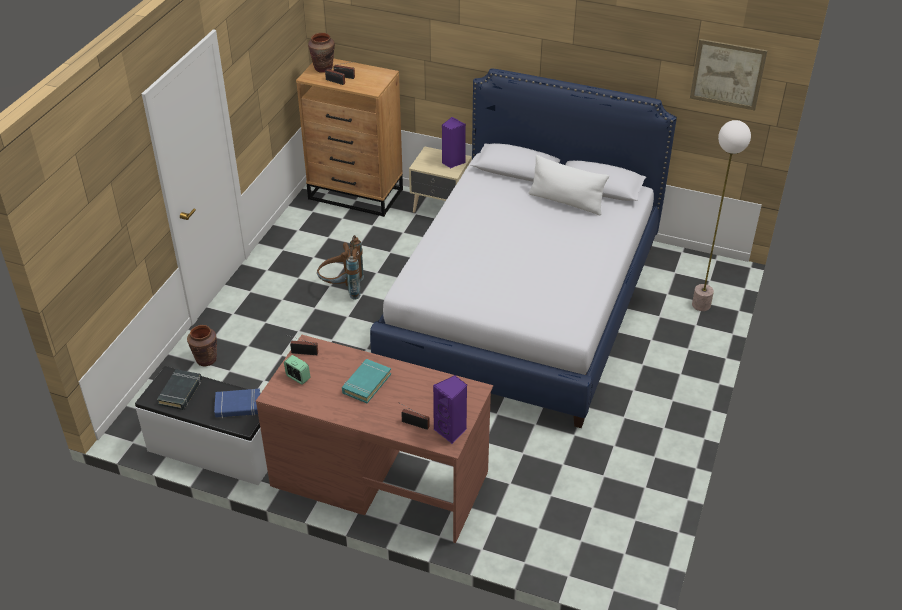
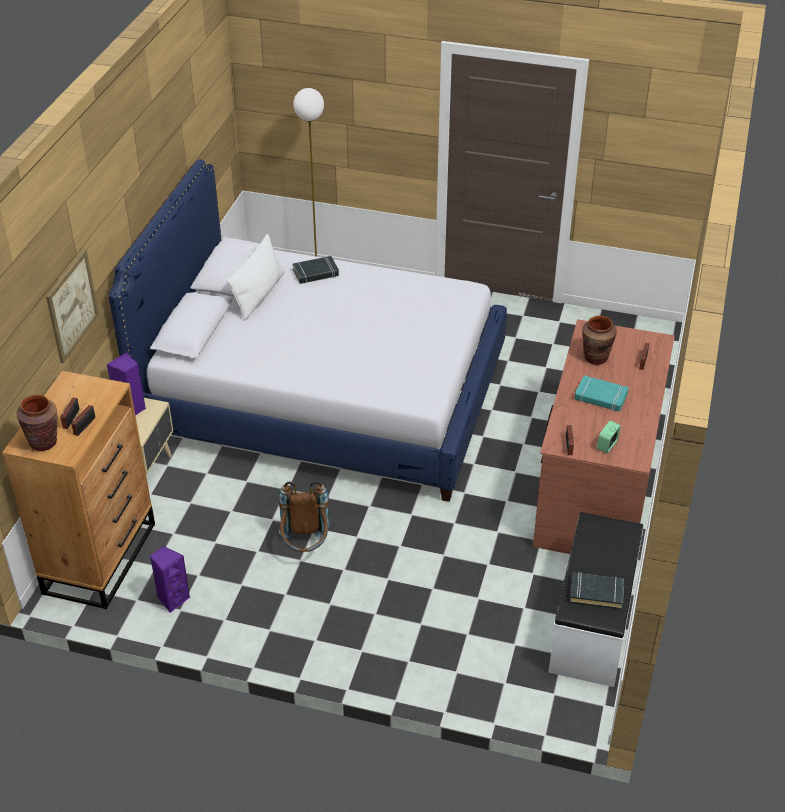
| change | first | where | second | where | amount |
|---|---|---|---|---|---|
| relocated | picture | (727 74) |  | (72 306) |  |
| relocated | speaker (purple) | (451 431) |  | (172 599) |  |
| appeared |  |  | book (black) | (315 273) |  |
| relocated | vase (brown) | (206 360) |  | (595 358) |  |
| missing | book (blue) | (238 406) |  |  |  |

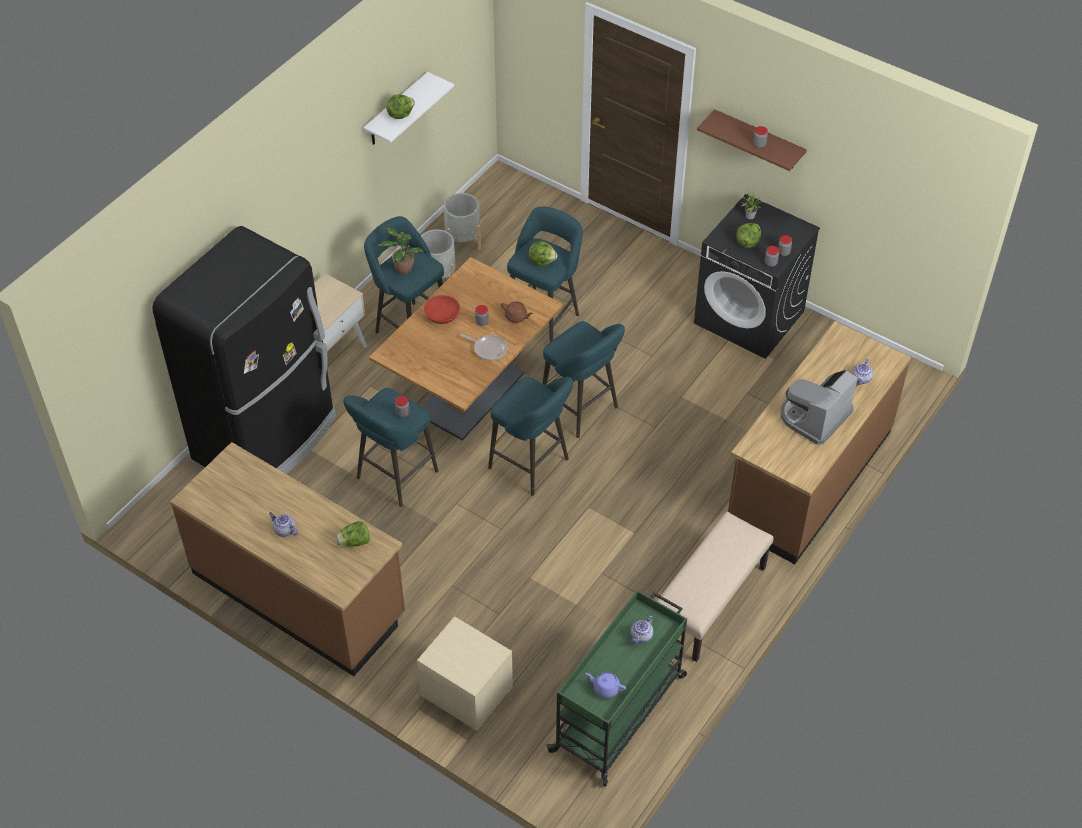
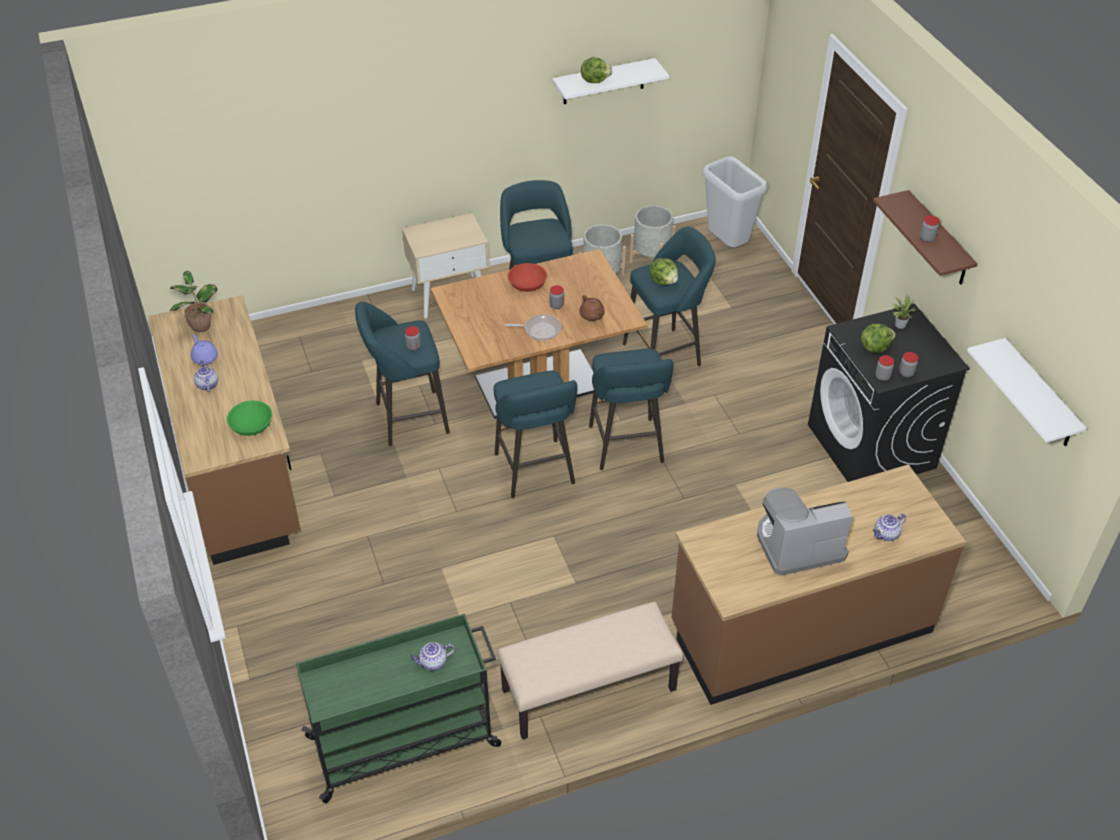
| change | first | where | second | where | amount |
|---|---|---|---|---|---|
| relocated | potted plant | (402 268) |  | (200 325) |  |
| relocated | teapot (purple) | (605 688) |  | (205 358) |  |
| exchanged | lettuce | (354 542) | bowl (green) | (251 425) |  |
| spun | frying pan | (488 349) |  | (540 330) | 60 degrees counterclockwise |
| appeared |  |  | trash can (grey) | (728 245) |  |
| appeared |  |  | shelf (white) | (1039 395) |  |
| missing | fridge (black) | (267 438) |  |  |  |
| missing | nightstand (beige) | (465 692) |  |  |  |

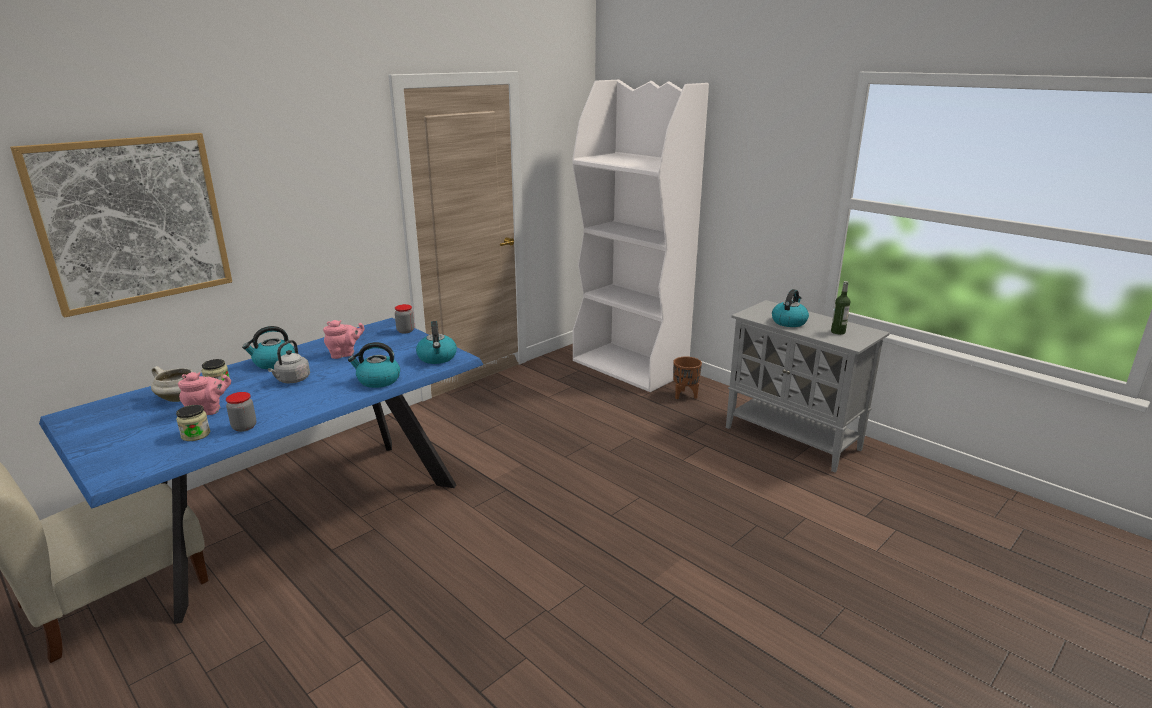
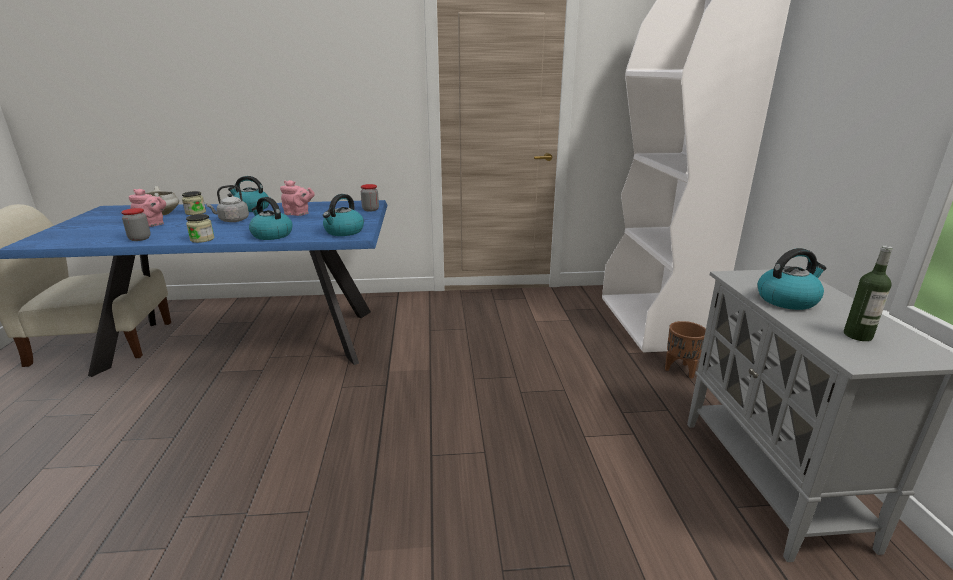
| change | first | where | second | where | amount |
|---|---|---|---|---|---|
| relocated | jar | (195 435) |  | (202 239) |  |
| missing | picture | (132 221) |  |  |  |

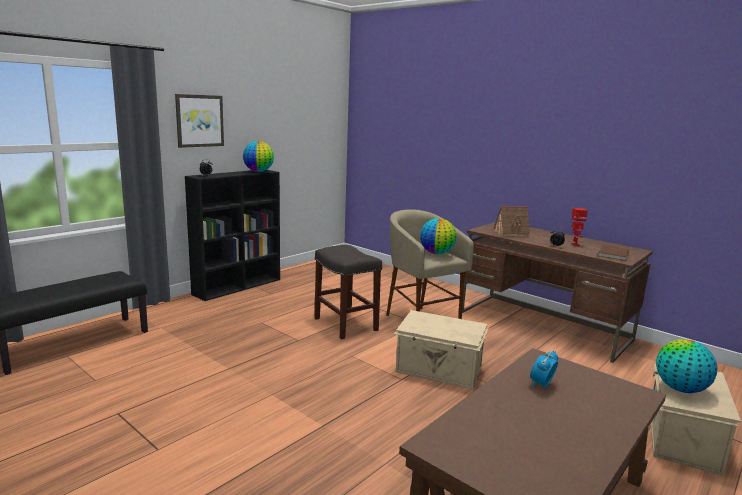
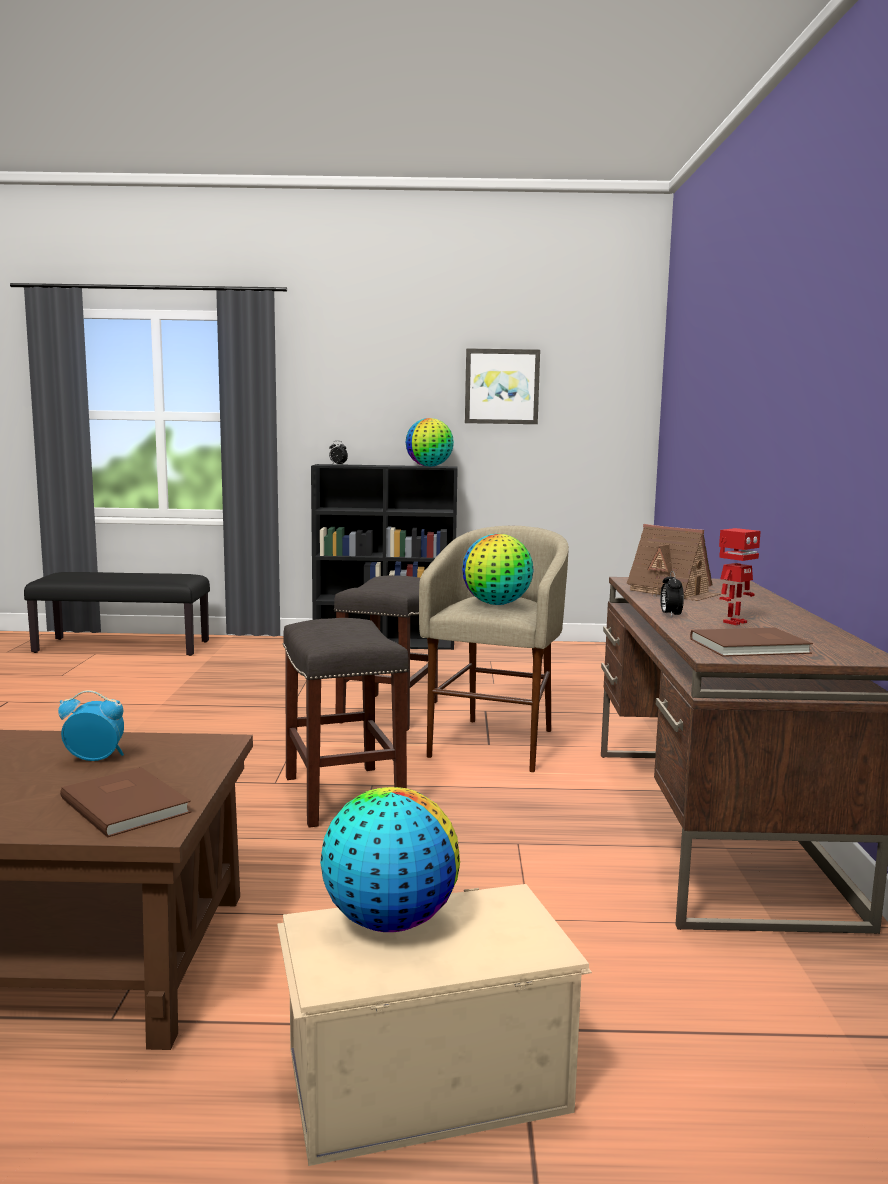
| change | first | where | second | where | amount |
|---|---|---|---|---|---|
| appeared |  |  | book (brown) | (127 804) |  |
| exchanged | storage box (beige) | (439 370) | stool (grey) | (345 796) |  |
| relocated | picture | (199 121) |  | (502 386) |  |

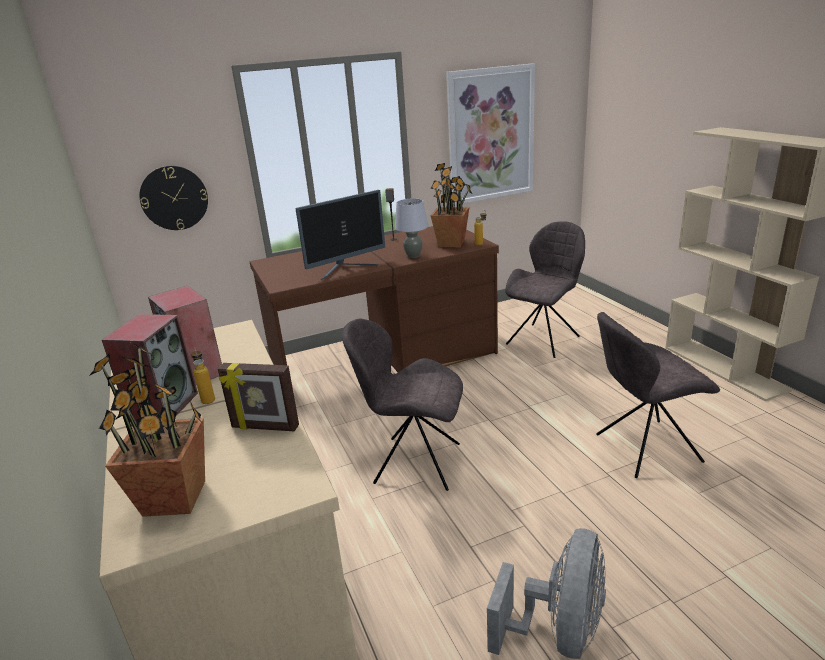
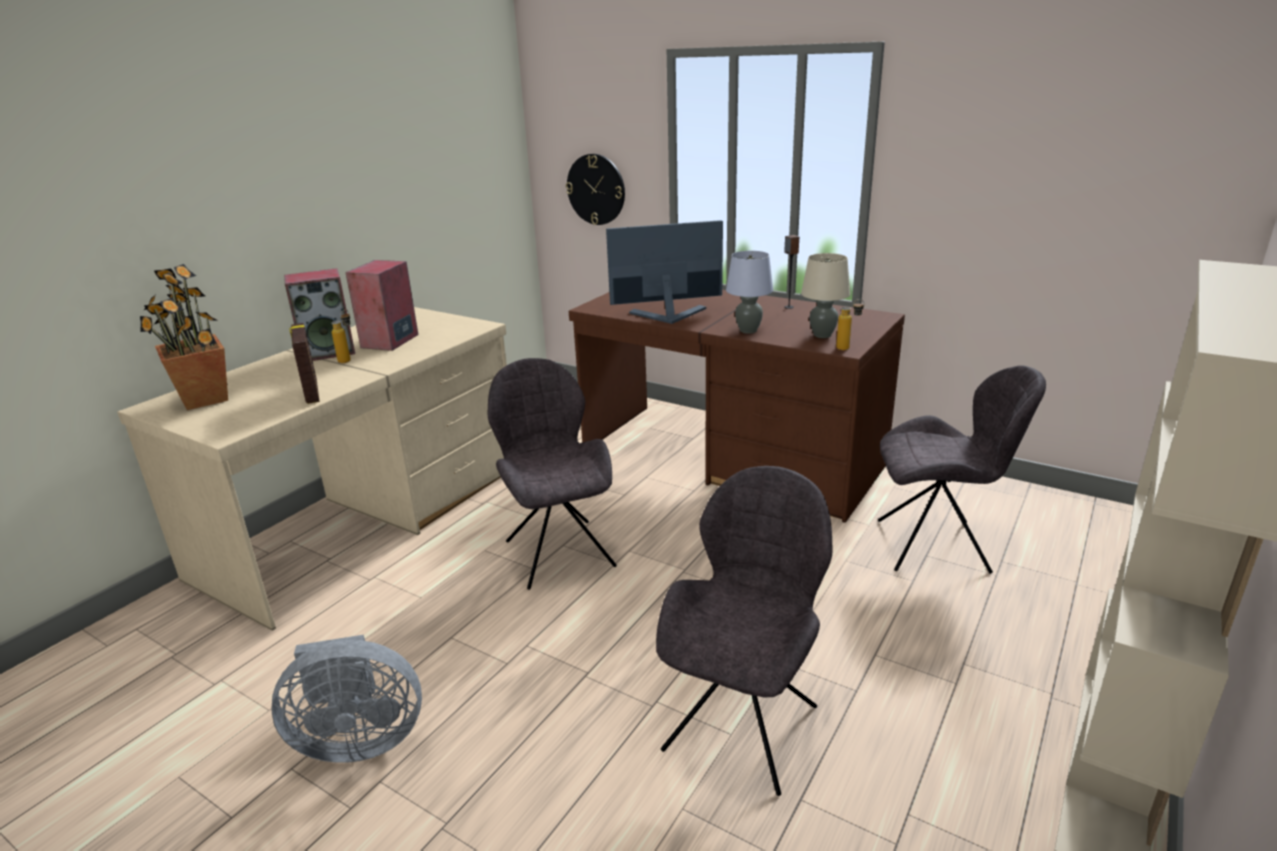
| change | first | where | second | where | amount |
|---|---|---|---|---|---|
| spun | monitor | (346 269) |  | (667 316) | 150 degrees clockwise |
| spun | chair (grey) | (644 449) |  | (743 723) | 75 degrees clockwise |
| exchanged | potted plant | (452 243) | table lamp (beige) | (822 335) |  |
| missing | picture | (491 135) |  |  |  |

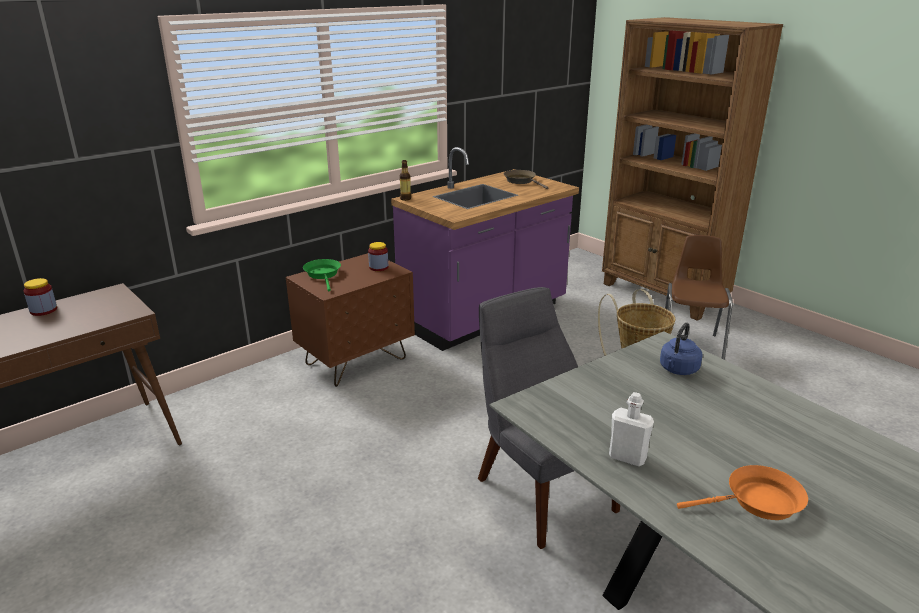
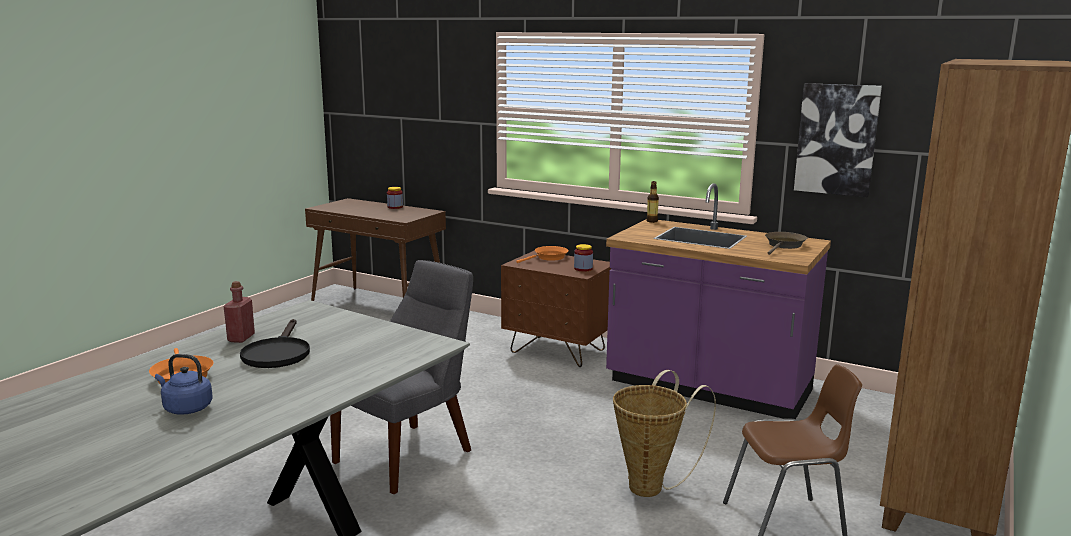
| change | first | where | second | where | amount |
|---|---|---|---|---|---|
| relocated | kettle (blue) | (678 370) |  | (186 408) |  |
| colour | bottle (white) | (627 457) | bottle (red) | (241 338) |  |
| appeared |  |  | frying pan (black) | (277 353) |  |
| colour | frying pan (green) | (323 275) | frying pan (orange) | (548 258) |  |
| appeared |  |  | picture | (836 139) |  |

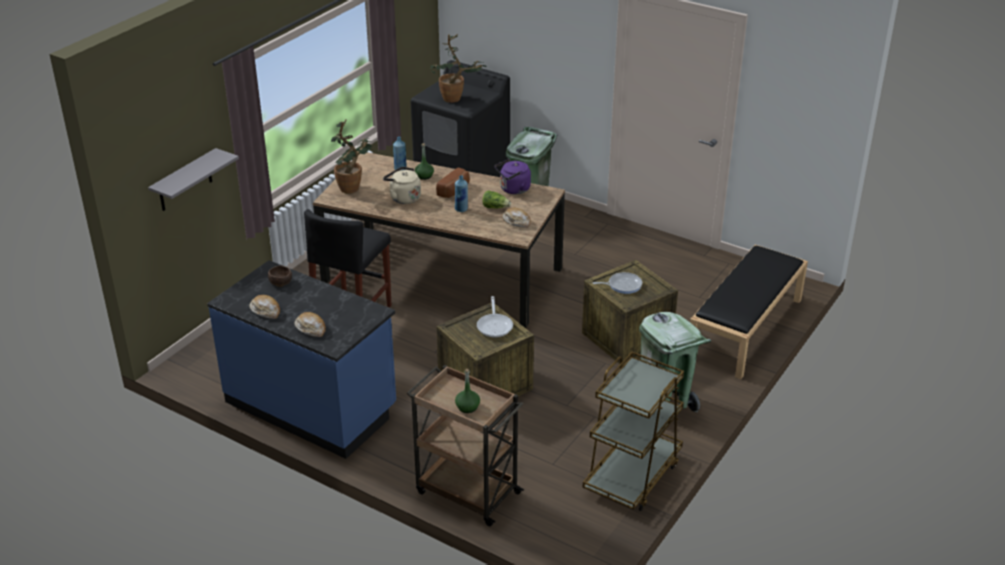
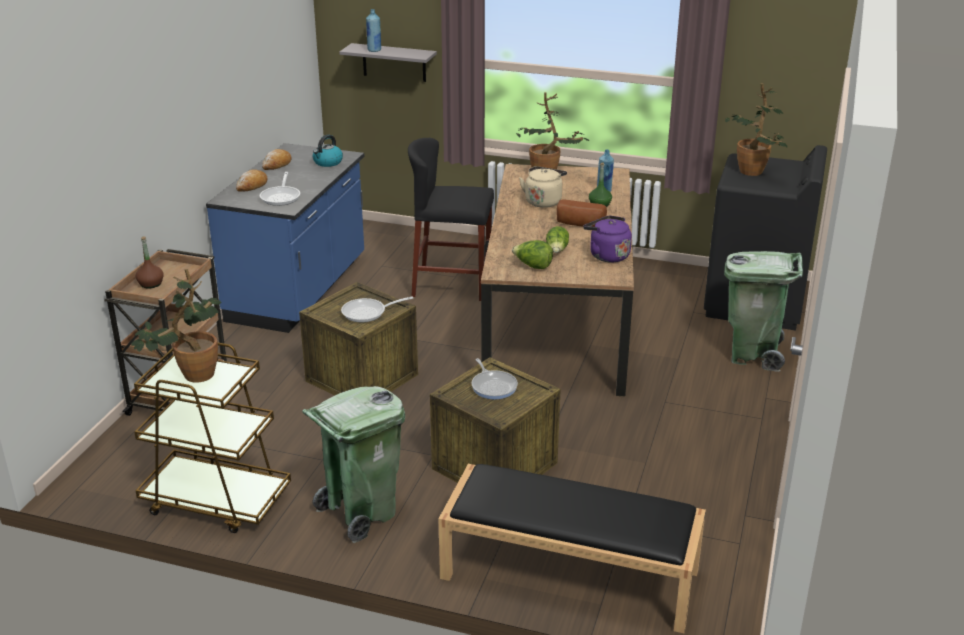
| change | first | where | second | where | amount |
|---|---|---|---|---|---|
| appeared |  |  | potted plant | (191 376) |  |
| colour | bottle (green) | (467 407) | bottle (brown) | (151 284) |  |
| appeared |  |  | frying pan | (281 197) |  |
| exchanged | bowl (brown) | (281 281) | kettle | (327 162) |  |
| relocated | bottle (blue) | (461 209) |  | (374 50) |  |
| exchanged | bread | (517 221) | lettuce | (533 266) |  |

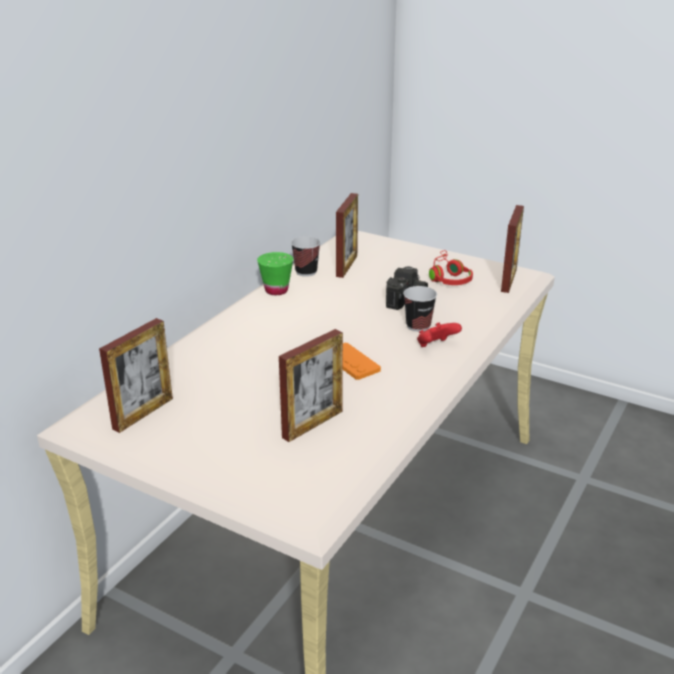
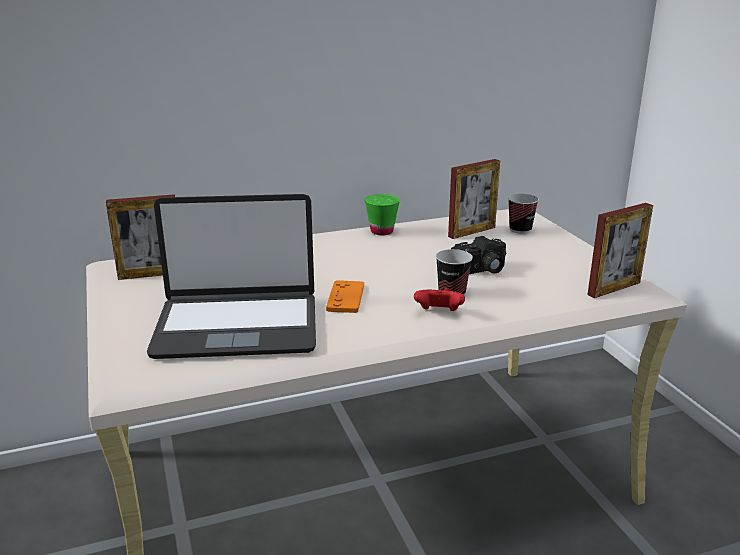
| change | first | where | second | where | amount |
|---|---|---|---|---|---|
| exchanged | picture frame | (312 424) | laptop | (237 326) |  |
| relocated | cup | (306 272) |  | (520 230) |  |
| missing | headphones (red) | (448 278) |  |  |  |

